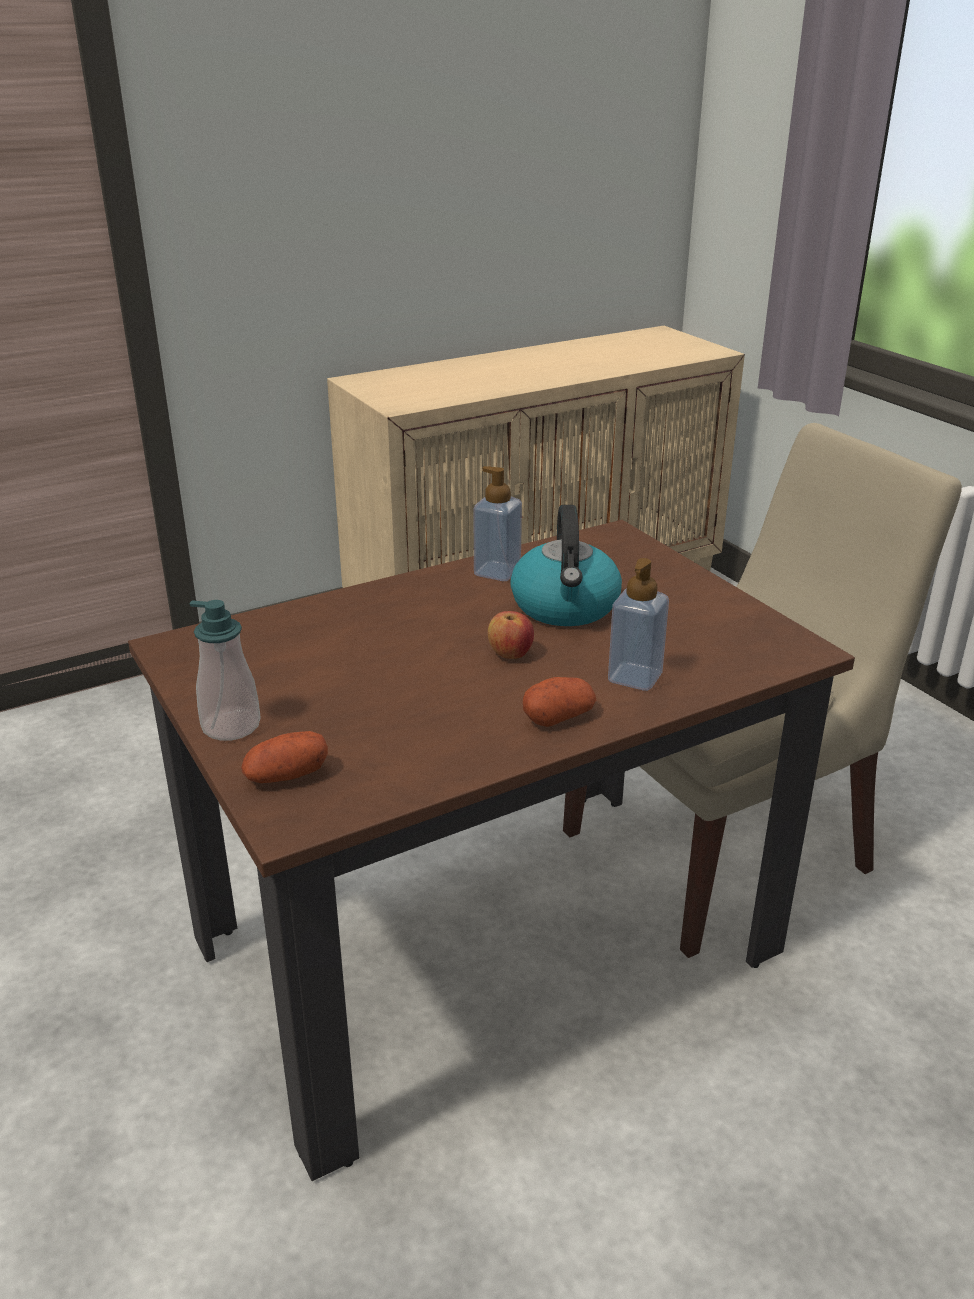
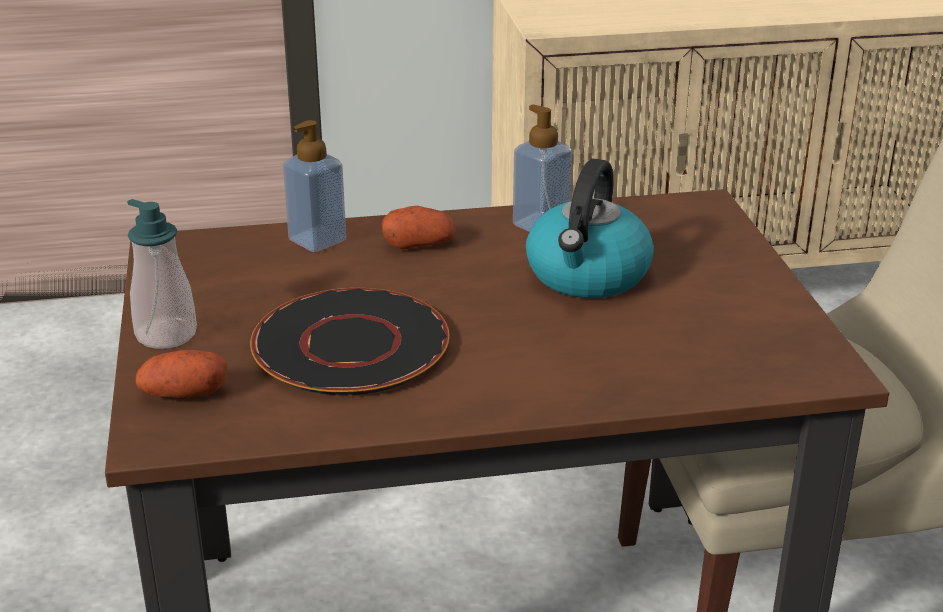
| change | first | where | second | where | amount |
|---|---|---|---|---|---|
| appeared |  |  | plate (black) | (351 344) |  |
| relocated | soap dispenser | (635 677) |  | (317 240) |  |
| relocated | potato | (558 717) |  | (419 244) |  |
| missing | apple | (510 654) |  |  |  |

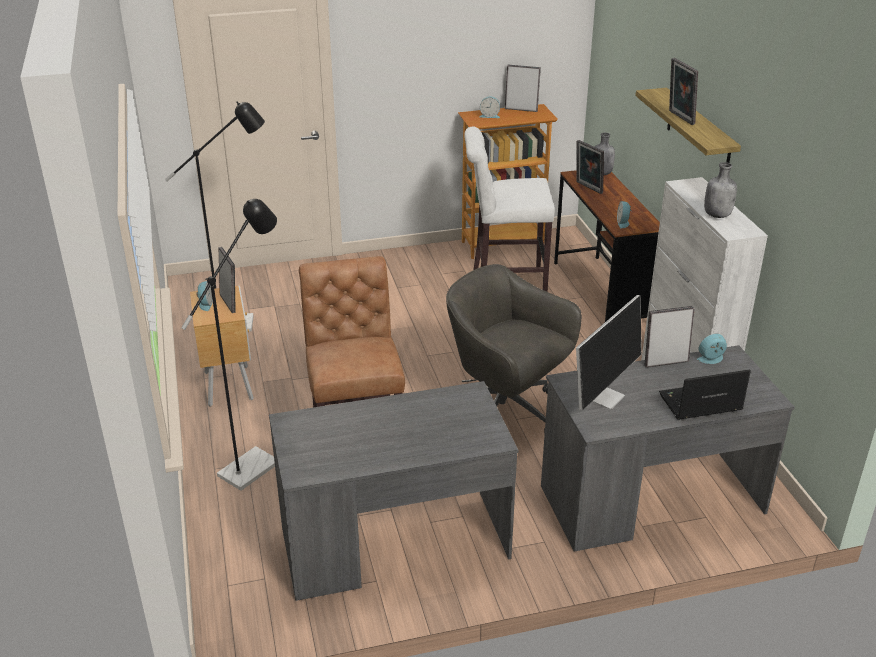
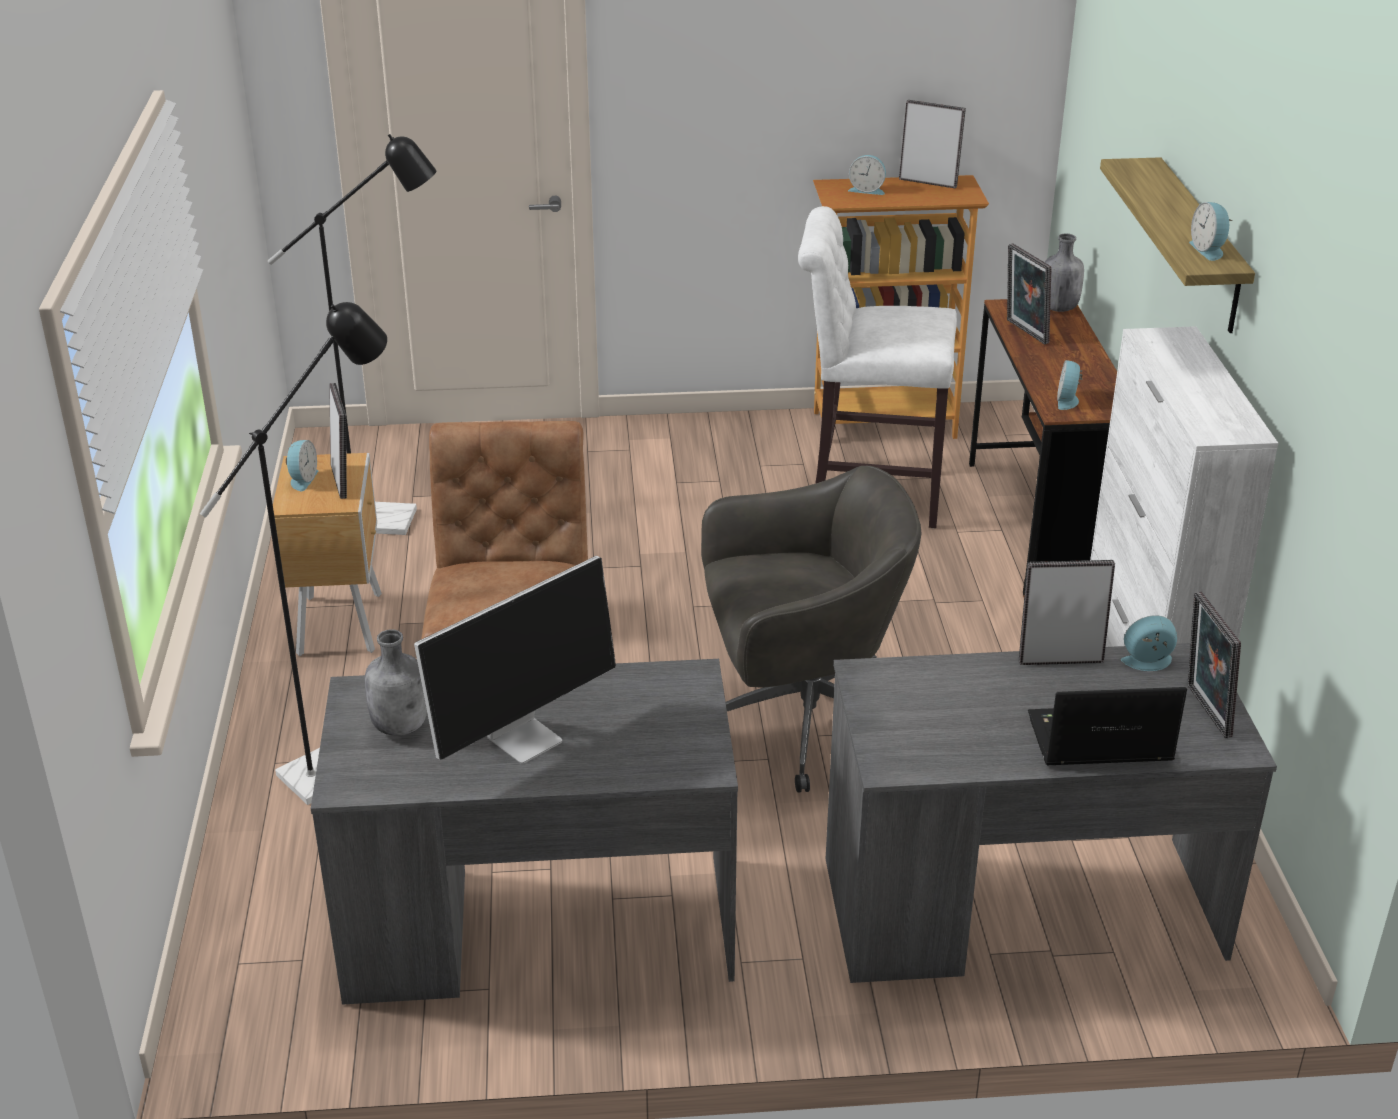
| change | first | where | second | where | amount |
|---|---|---|---|---|---|
| relocated | bottle (grey) | (717 215) |  | (401 726) |  |
| relocated | monitor | (604 396) |  | (525 737) |  |
| spun | office chair (grey) | (505 413) |  | (800 722) | 120 degrees clockwise |
| relocated | picture frame | (679 118) |  | (1203 711) |  |
| appeared |  |  | alarm clock | (1209 250) |  |

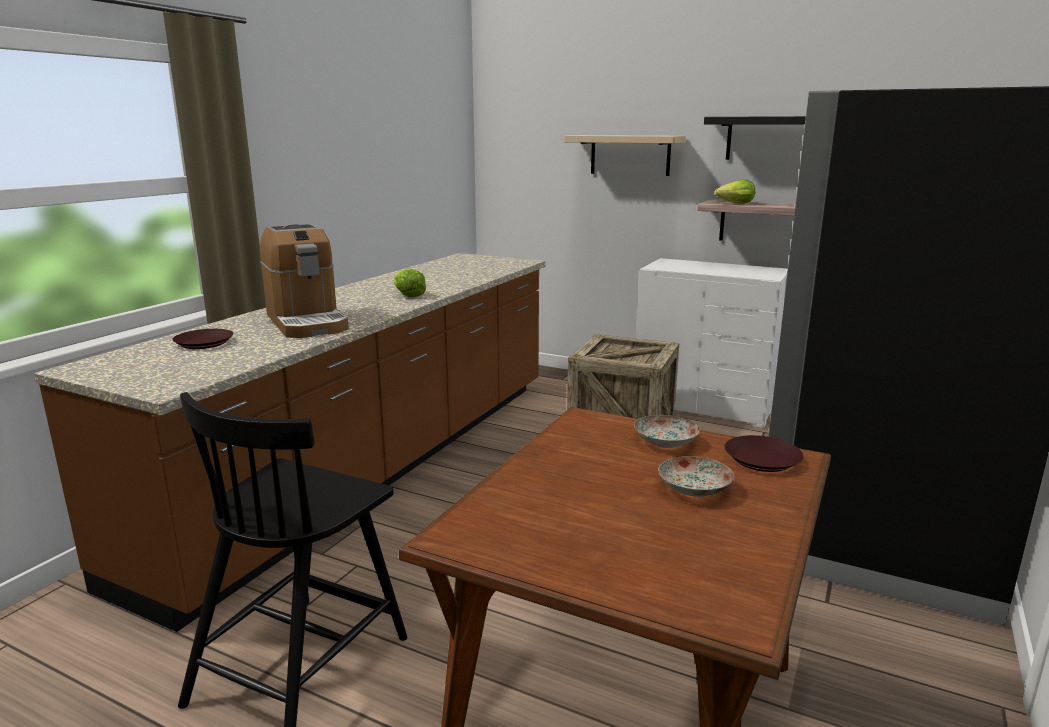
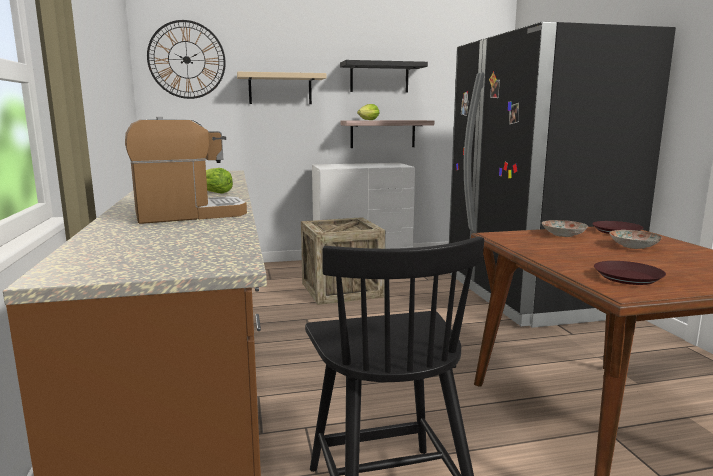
| change | first | where | second | where | amount |
|---|---|---|---|---|---|
| spun | coffee machine | (307 322) |  | (188 214) | 45 degrees counterclockwise |
| appeared |  |  | wall clock | (186 60) |  |
| relocated | plate (brown) | (203 343) |  | (627 278) |  |

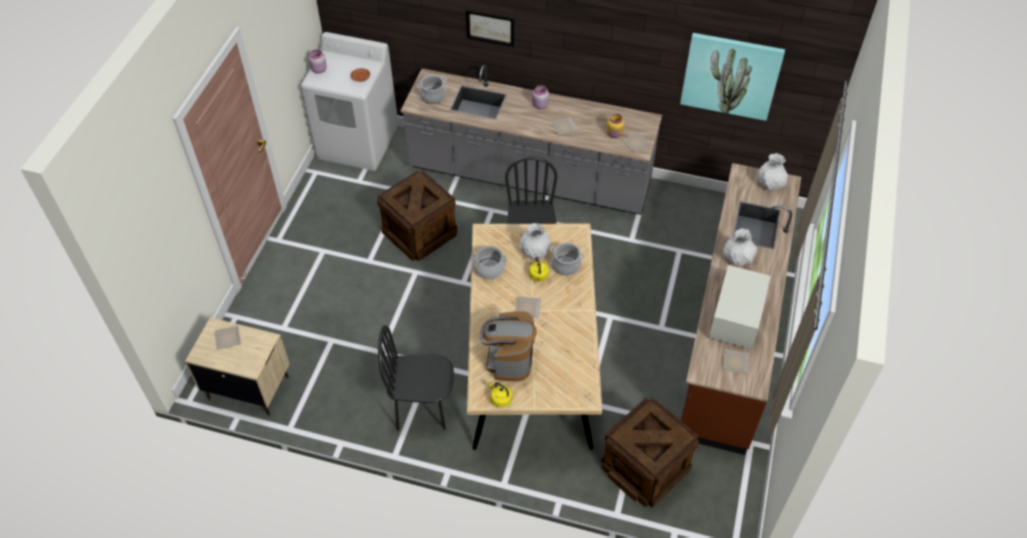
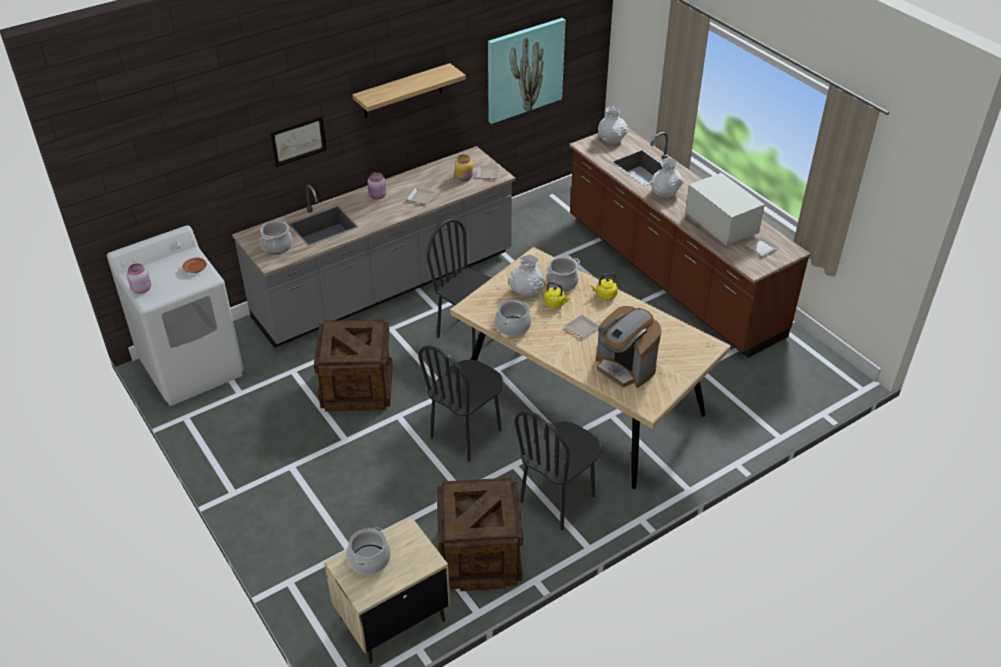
| change | first | where | second | where | amount |
|---|---|---|---|---|---|
| exchanged | plate | (228 337) | cooking pot | (369 559) |  |
| appeared |  |  | shelf | (403 91) |  |
| appeared |  |  | chair (black) | (466 434) |  |
| relocated | crate | (644 467) |  | (479 557) |  |
| relocated | kettle (yellow) | (500 399) |  | (604 295) |  |

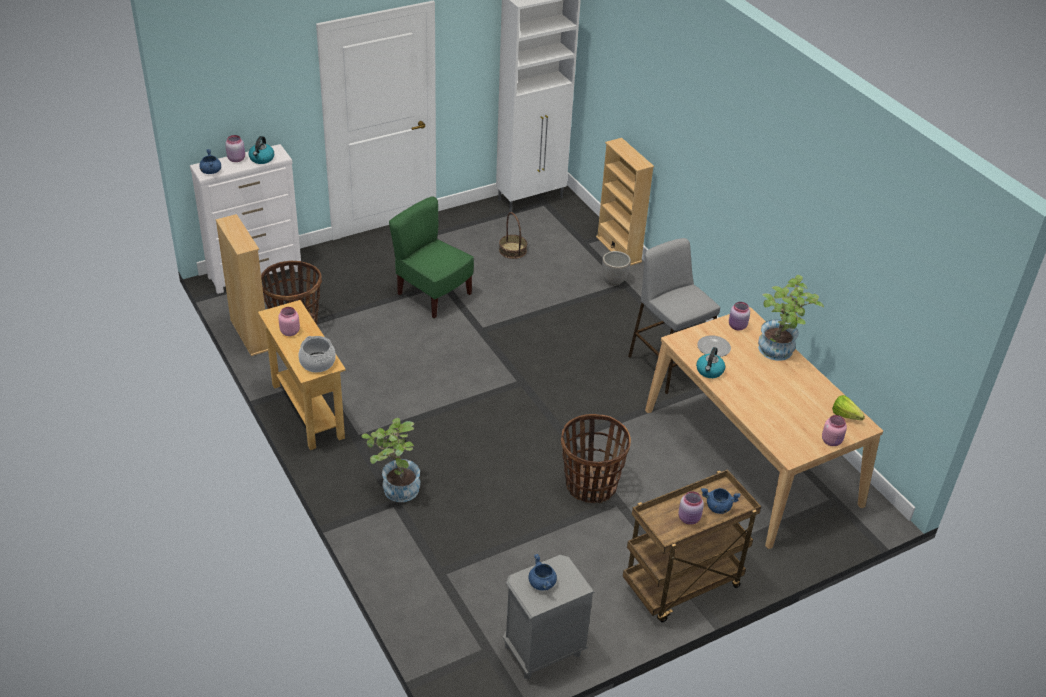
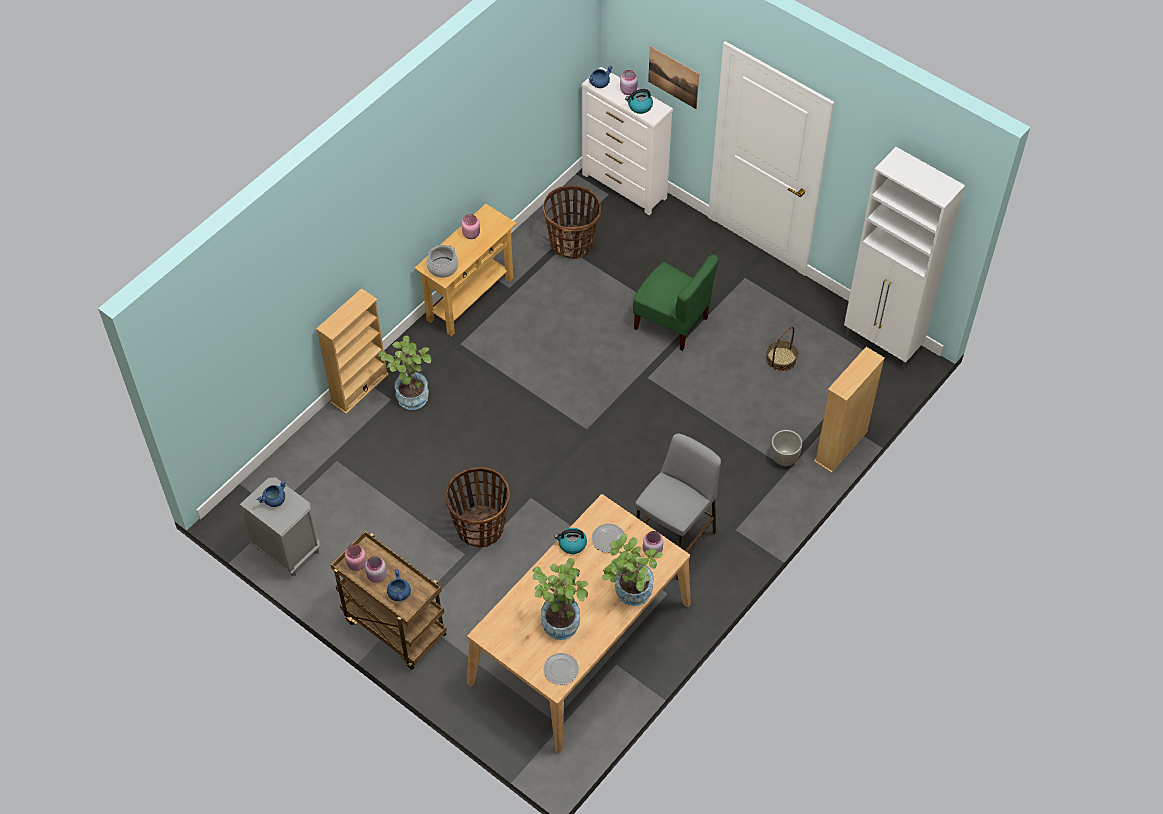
| change | first | where | second | where | amount |
|---|---|---|---|---|---|
| relocated | bookcase (beige) | (250 335) |  | (359 388) |  |
| relocated | jar (pink) | (832 441) |  | (357 564) |  |
| appeared |  |  | potted plant | (561 618) |  |
| exchanged | lettuce | (847 417) | plate | (561 669) |  |
| spun | chair (green) | (433 295) |  | (672 323) | 105 degrees clockwise |
| appeared |  |  | picture | (673 77) |  |

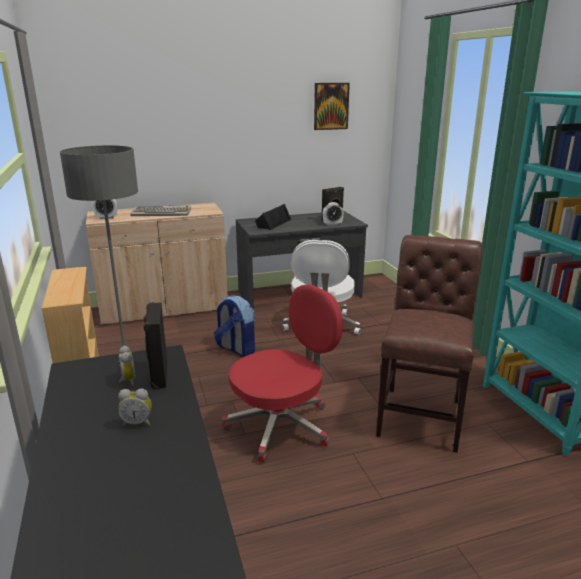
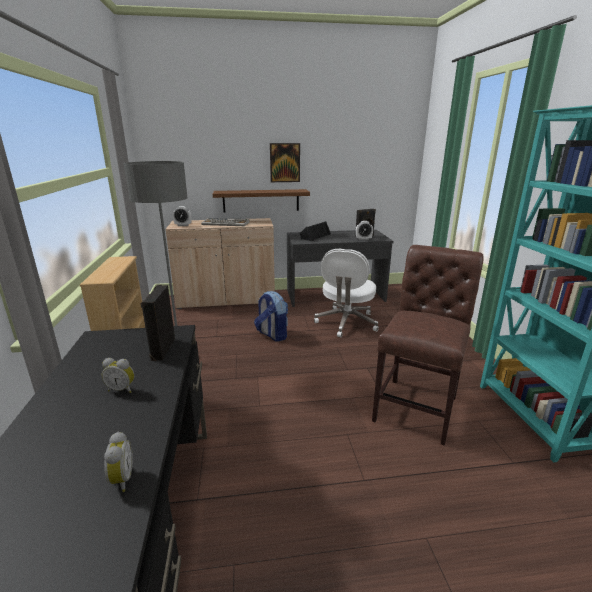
| change | first | where | second | where | amount |
|---|---|---|---|---|---|
| relocated | alarm clock | (127 381) |  | (120 480) |  |
| appeared |  |  | shelf (brown) | (261 200) |  |
| relocated | picture | (331 106) |  | (285 162) |  |
| missing | office chair (red) | (282 425) |  |  |  |

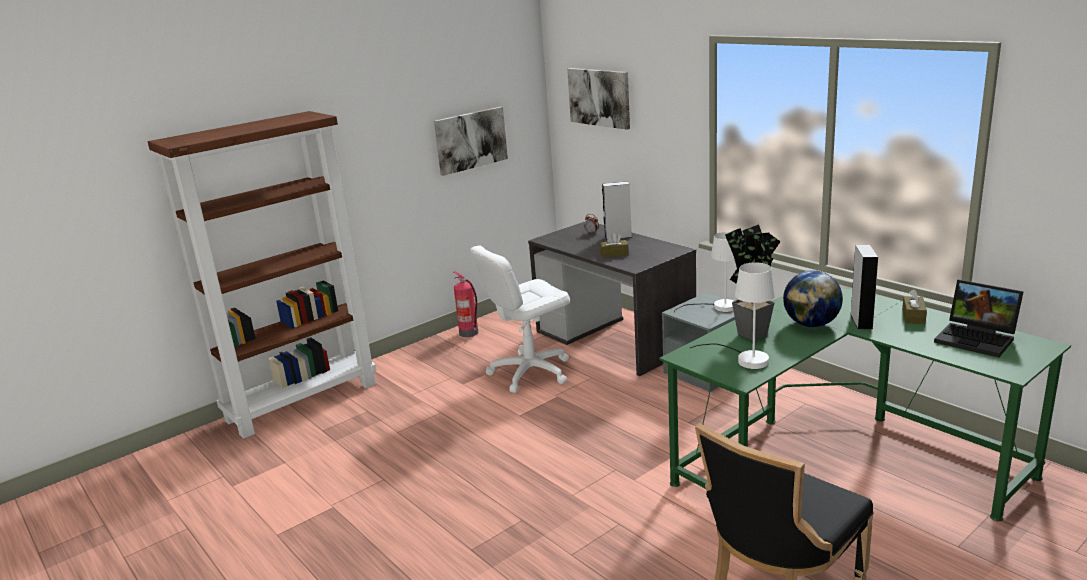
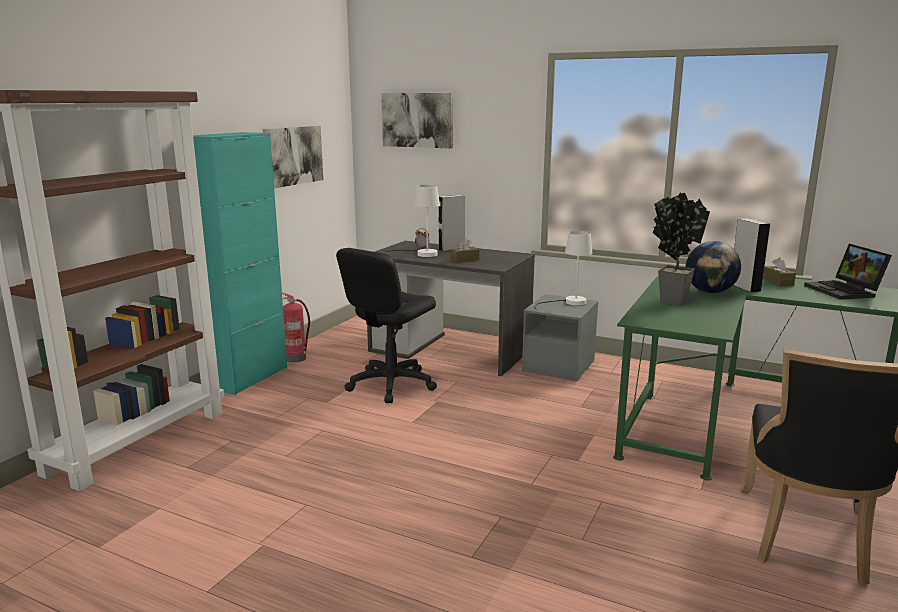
| change | first | where | second | where | amount |
|---|---|---|---|---|---|
| appeared |  |  | cabinet (turquoise) | (249 378) |  |
| colour | office chair (white) | (530 372) | office chair (black) | (391 384) |  |
| relocated | table lamp (white) | (745 359) |  | (421 254) |  |
| spun | laptop | (978 339) |  | (845 291) | 60 degrees clockwise |

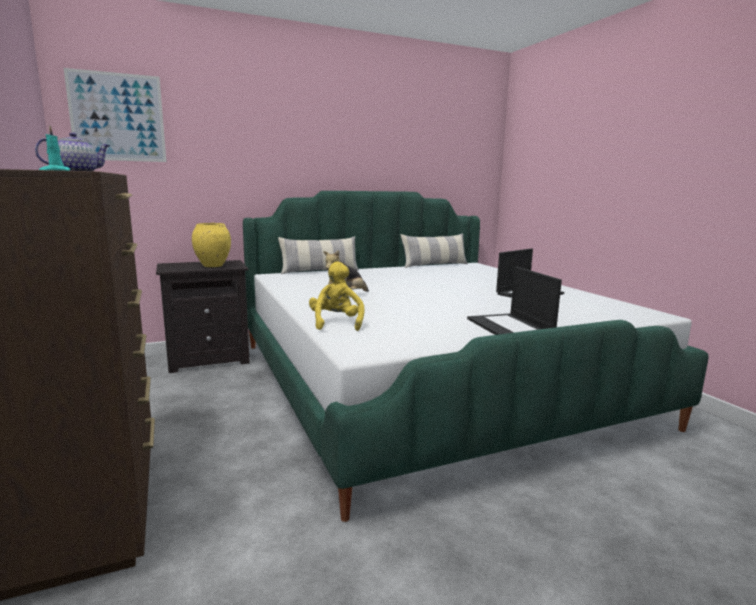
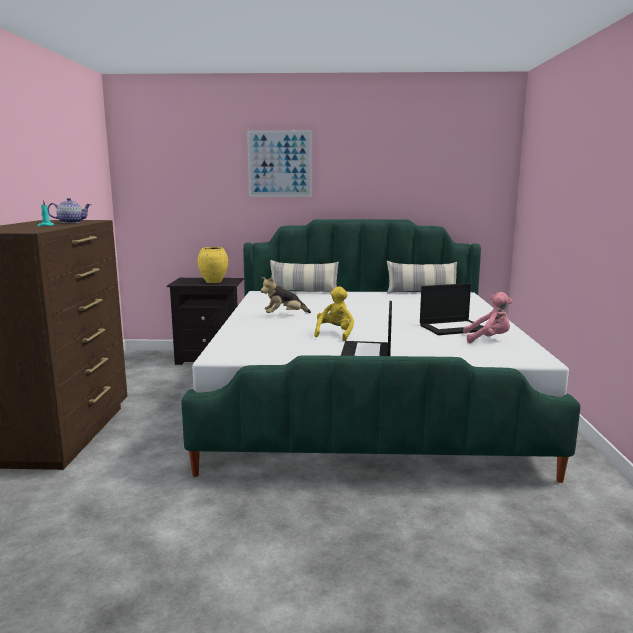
| change | first | where | second | where | amount |
|---|---|---|---|---|---|
| relocated | picture | (117 117) |  | (279 164) |  |
| relocated | plush toy (yellow) | (336 323) |  | (335 334) |  |
| appeared |  |  | plush toy (pink) | (488 339) |  |

